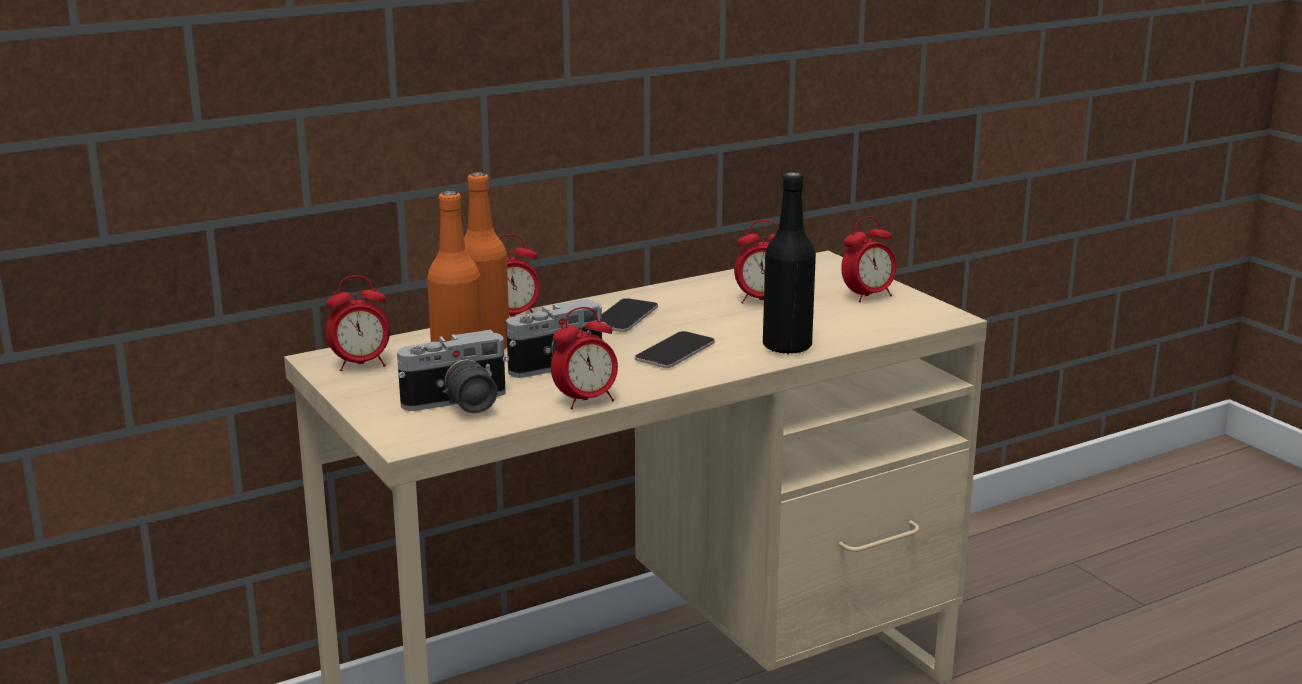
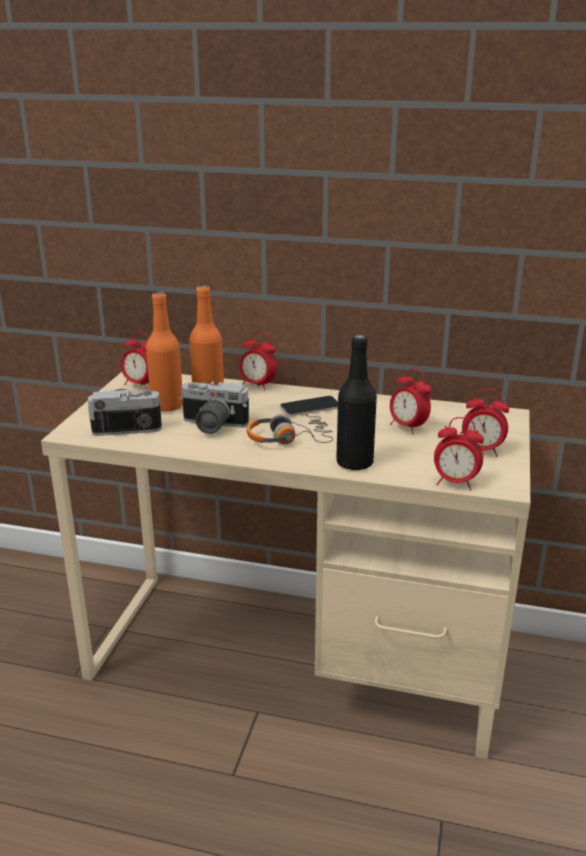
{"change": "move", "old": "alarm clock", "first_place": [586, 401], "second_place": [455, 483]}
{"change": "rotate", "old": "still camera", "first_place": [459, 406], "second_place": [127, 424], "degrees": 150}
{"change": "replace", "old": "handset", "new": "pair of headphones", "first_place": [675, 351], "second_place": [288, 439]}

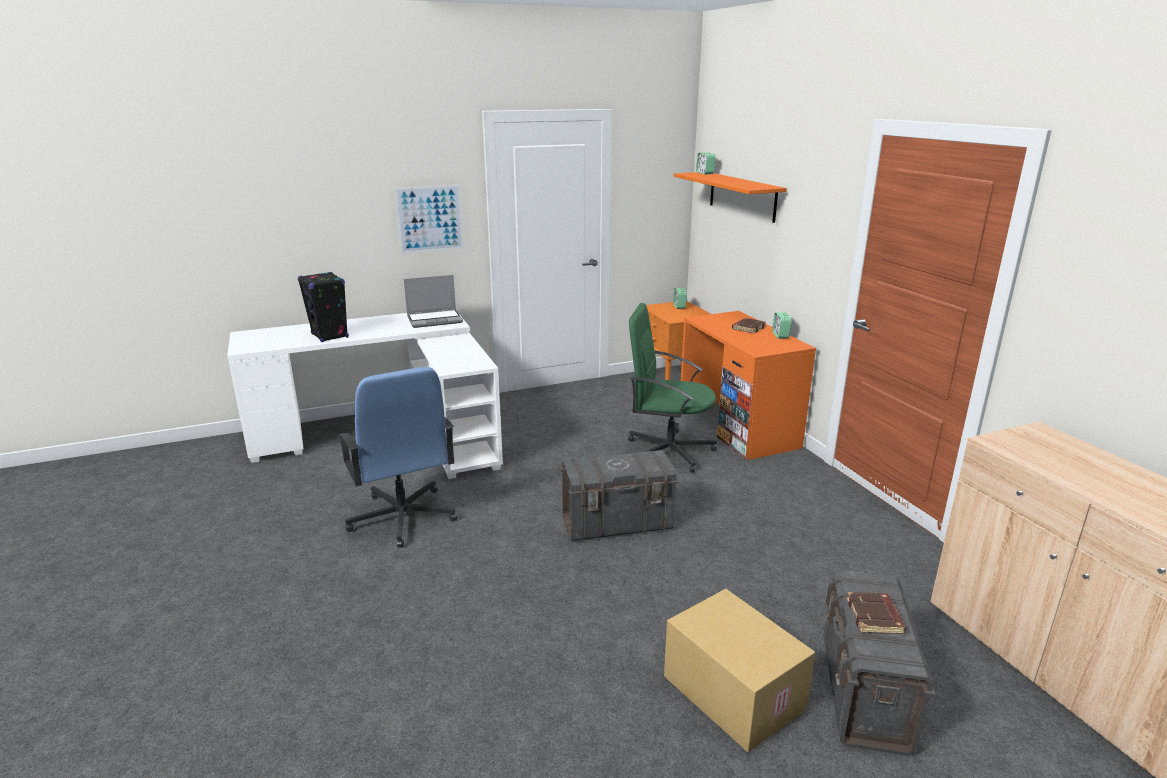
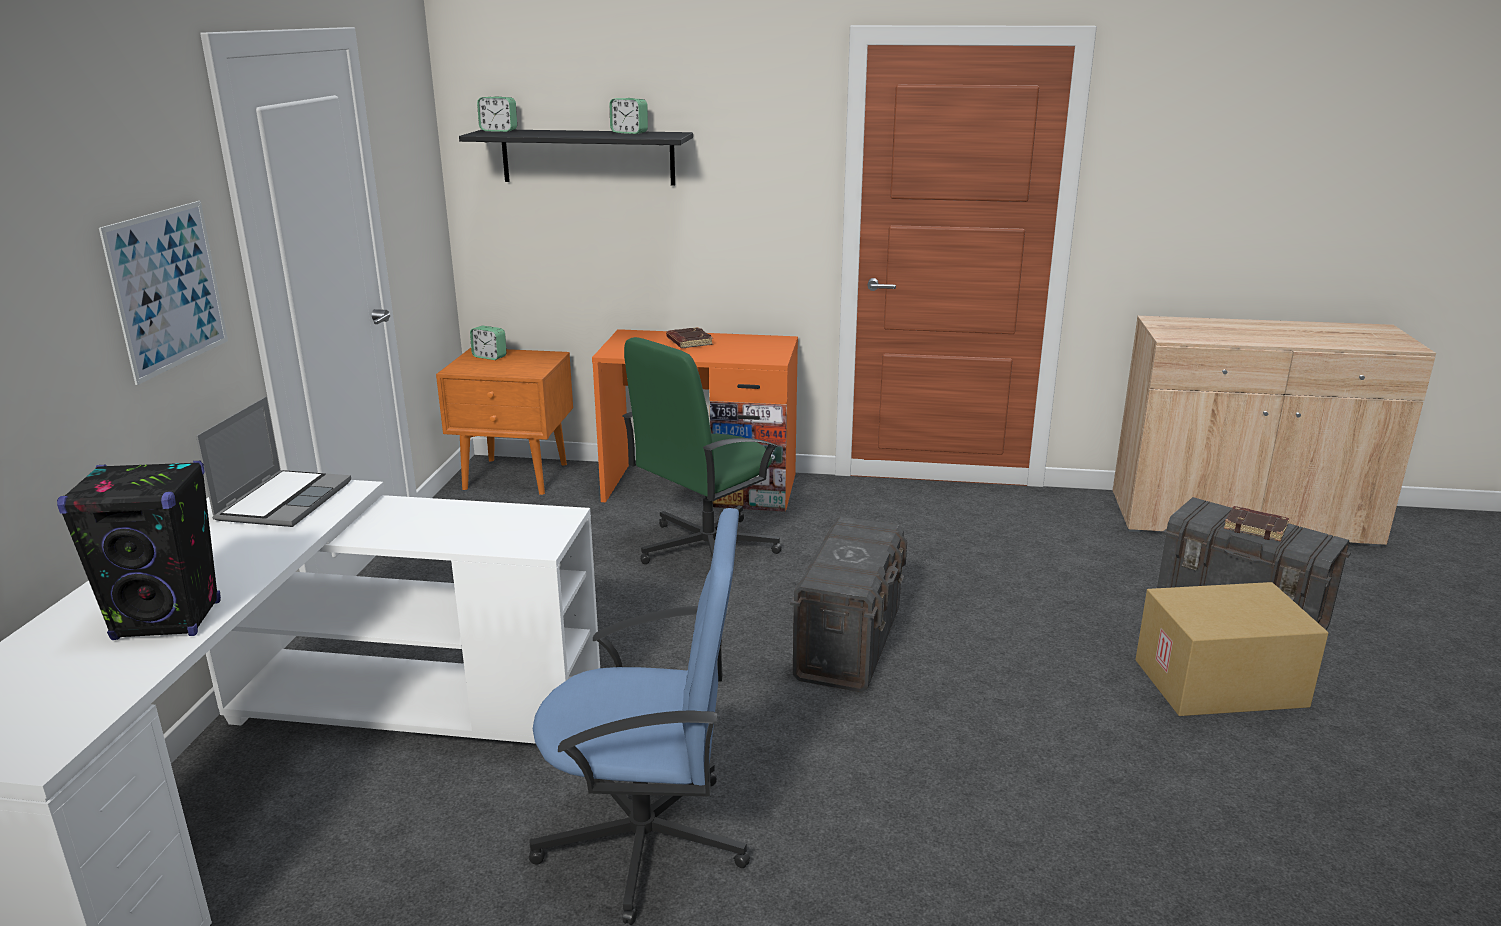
{"change": "recolor", "old": "orangey bracket shelf", "new": "blackish bracket shelf", "first_place": [742, 196], "second_place": [588, 157]}
{"change": "move", "old": "alarm clock", "first_place": [780, 335], "second_place": [629, 132]}

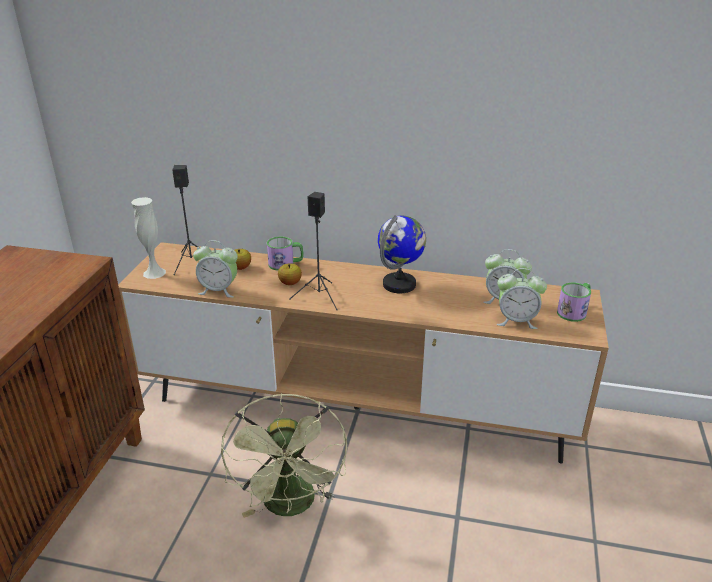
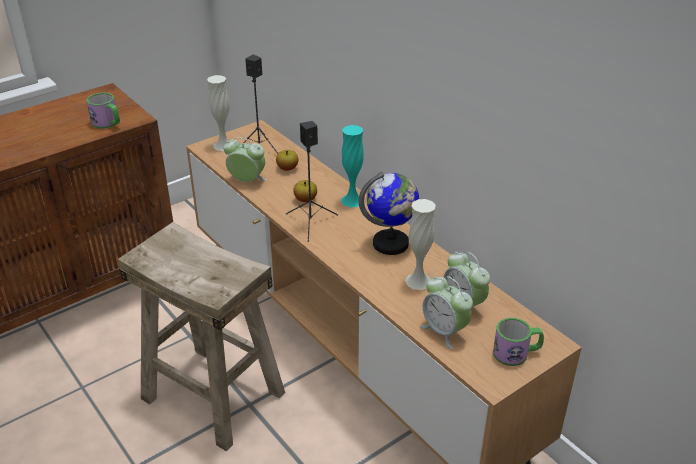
{"change": "move", "old": "mug", "first_place": [286, 264], "second_place": [108, 123]}
{"change": "rotate", "old": "alarm clock", "first_place": [219, 290], "second_place": [247, 181], "degrees": 150}
{"change": "replace", "old": "green electric fan", "new": "beige-coloured sitting stool", "first_place": [291, 506], "second_place": [214, 395]}
{"change": "insert", "new": "blue-green vase", "second_place": [352, 200]}
{"change": "insert", "new": "whitish vase", "second_place": [418, 281]}

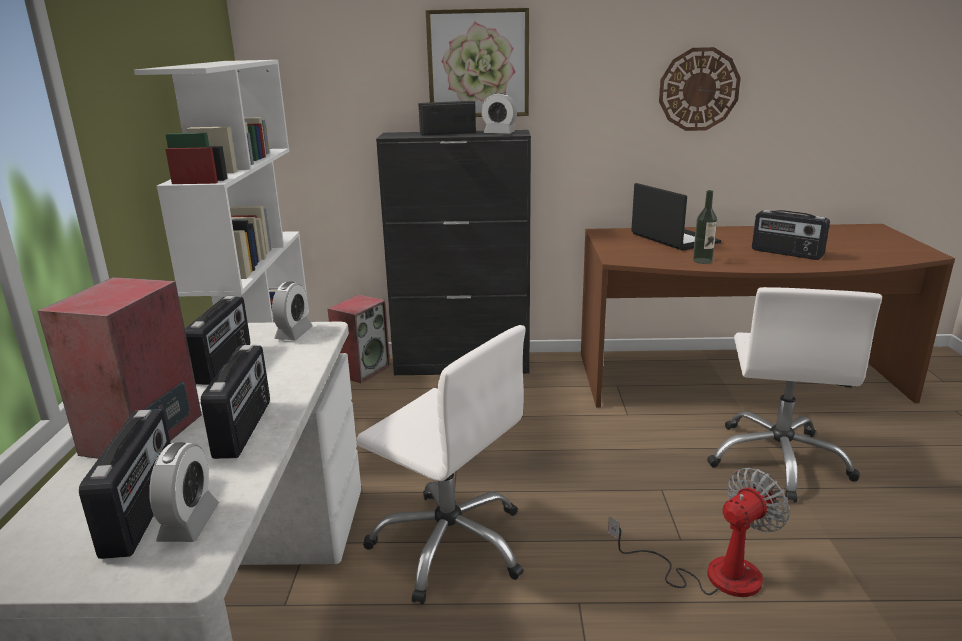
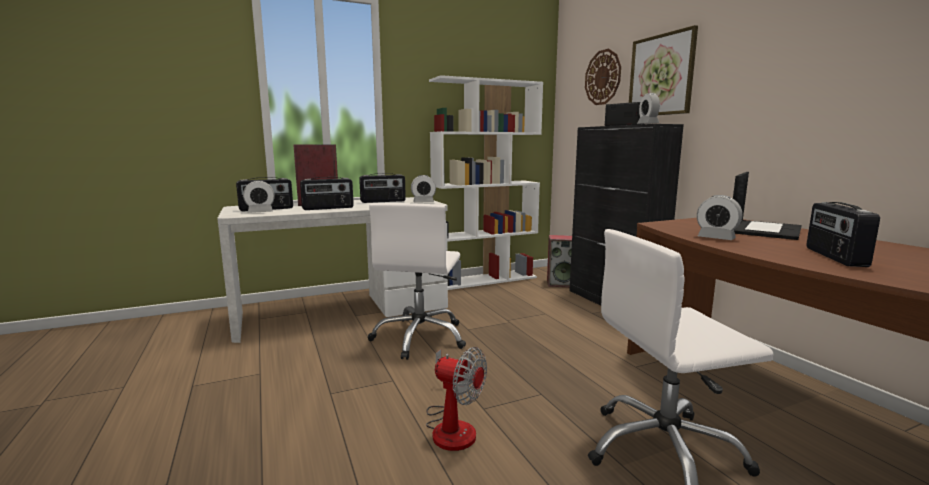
{"change": "move", "old": "wall clock", "first_place": [698, 89], "second_place": [603, 77]}
{"change": "replace", "old": "bottle", "new": "alarm clock", "first_place": [702, 261], "second_place": [716, 238]}

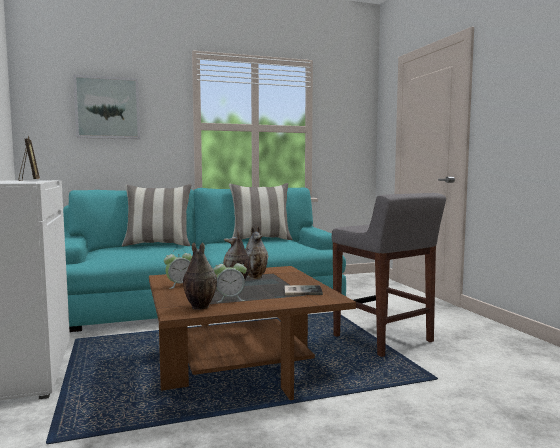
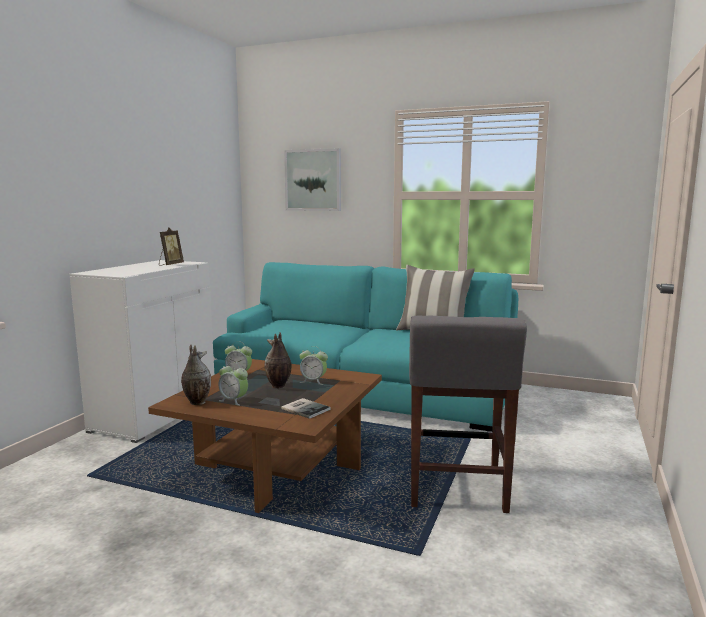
{"change": "delete", "old": "pillow", "first_place": [158, 245]}
{"change": "replace", "old": "vase", "new": "alarm clock", "first_place": [256, 277], "second_place": [313, 381]}

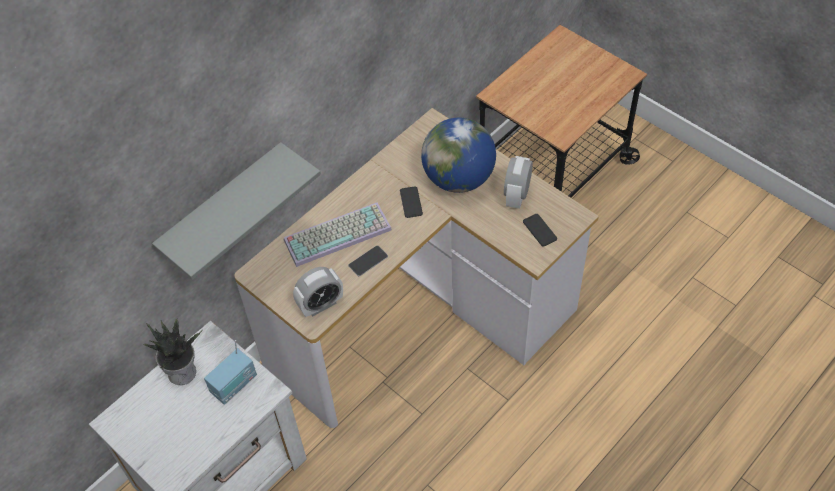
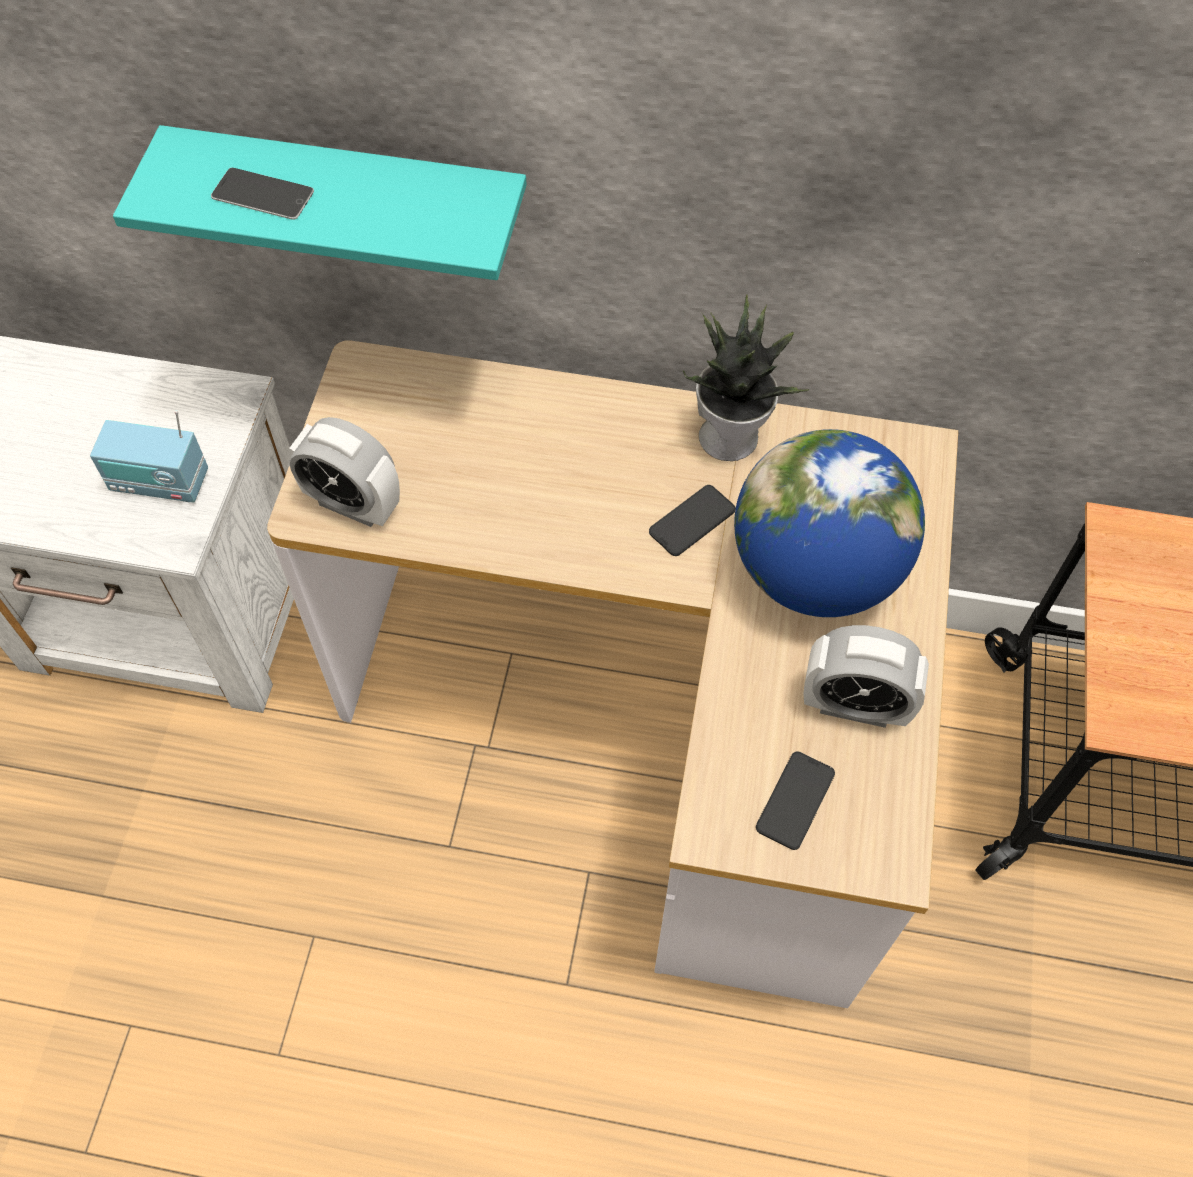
{"change": "recolor", "old": "greyish bracket shelf", "new": "blue-green bracket shelf", "first_place": [224, 210], "second_place": [351, 204]}
{"change": "rotate", "old": "alarm clock", "first_place": [517, 195], "second_place": [854, 705], "degrees": -150}
{"change": "delete", "old": "keyboard", "first_place": [338, 233]}
{"change": "move", "old": "handset", "first_place": [368, 261], "second_place": [262, 194]}
{"change": "move", "old": "potted plant", "first_place": [182, 371], "second_place": [731, 436]}

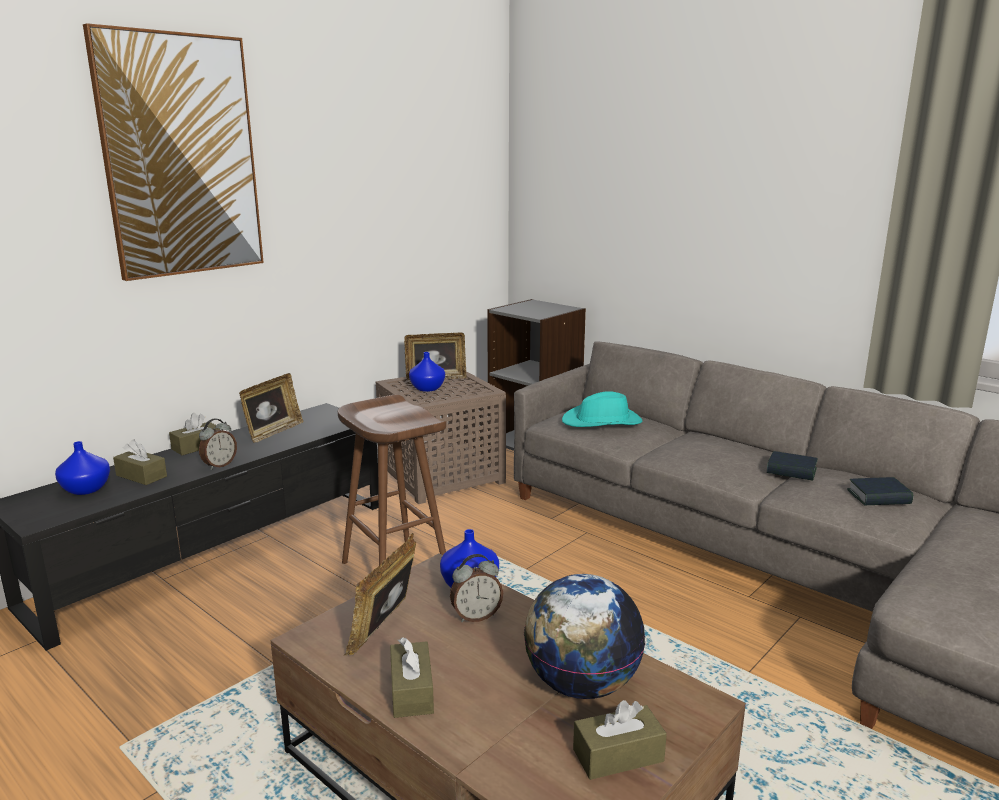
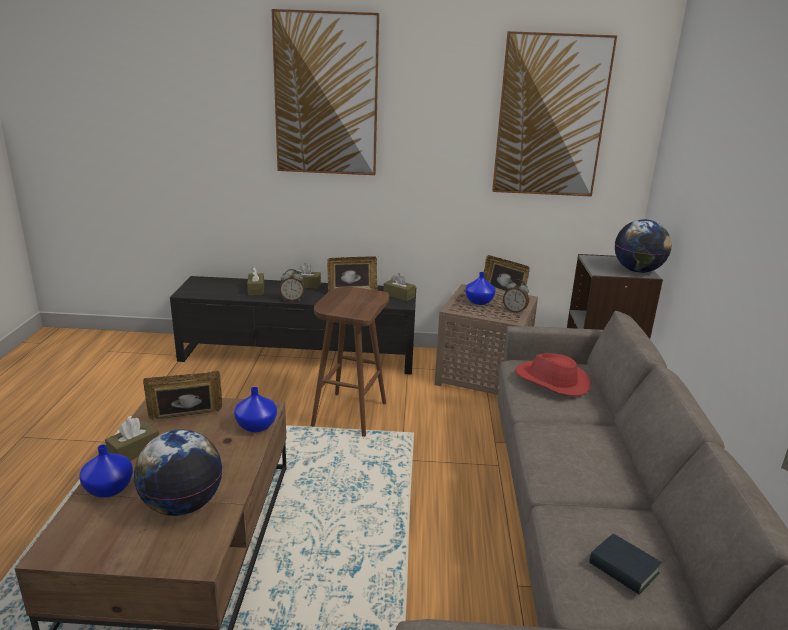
{"change": "recolor", "old": "blue-green clothing hat", "new": "red clothing hat", "first_place": [602, 422], "second_place": [551, 381]}
{"change": "move", "old": "bluish vase", "first_place": [86, 489], "second_place": [110, 488]}
{"change": "delete", "old": "bound book", "first_place": [791, 471]}
{"change": "move", "old": "alarm clock", "first_place": [476, 616], "second_place": [514, 311]}
{"change": "move", "old": "brownish tissue box", "first_place": [618, 755], "second_place": [399, 295]}
{"change": "insert", "new": "picture", "second_place": [550, 116]}
{"change": "insert", "new": "desk globe", "second_place": [638, 271]}

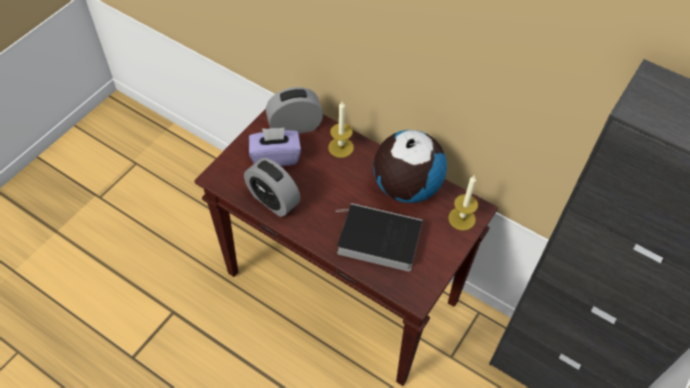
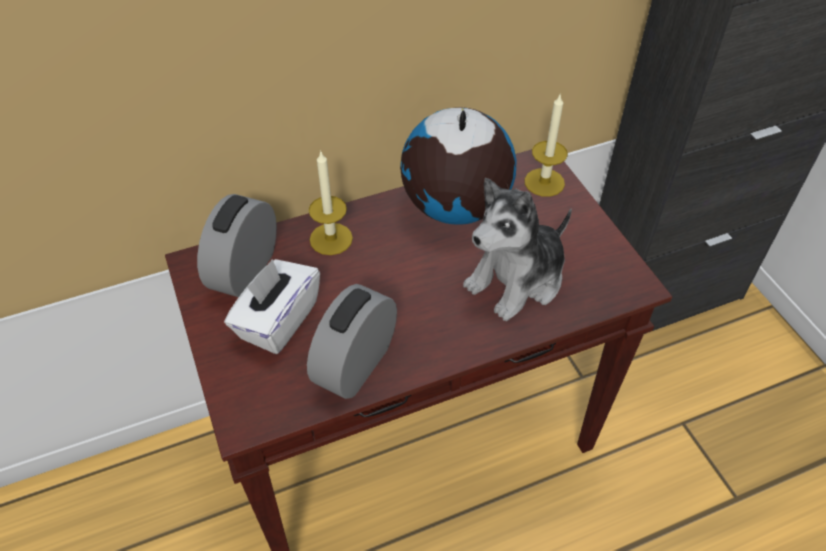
{"change": "recolor", "old": "purplish tissue box", "new": "whitish tissue box", "first_place": [275, 156], "second_place": [277, 321]}
{"change": "rotate", "old": "alarm clock", "first_place": [273, 200], "second_place": [356, 364], "degrees": 135}
{"change": "replace", "old": "bound book", "new": "plush toy", "first_place": [376, 240], "second_place": [517, 280]}

